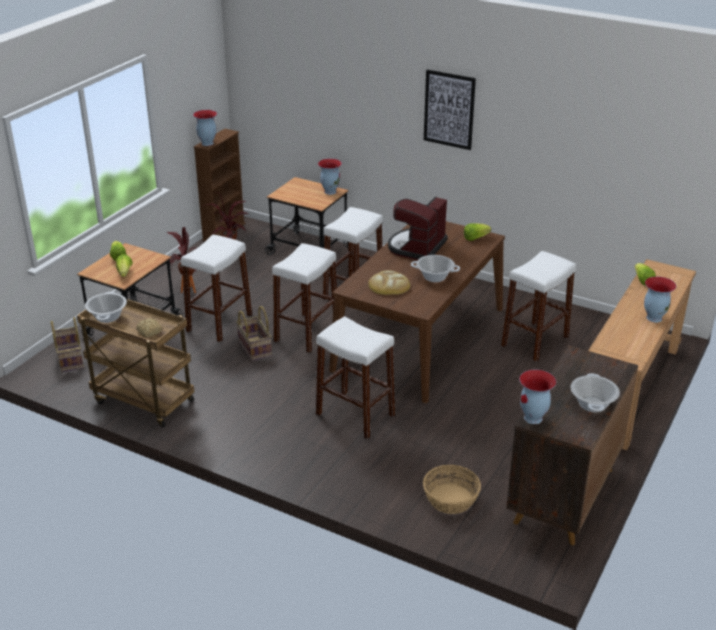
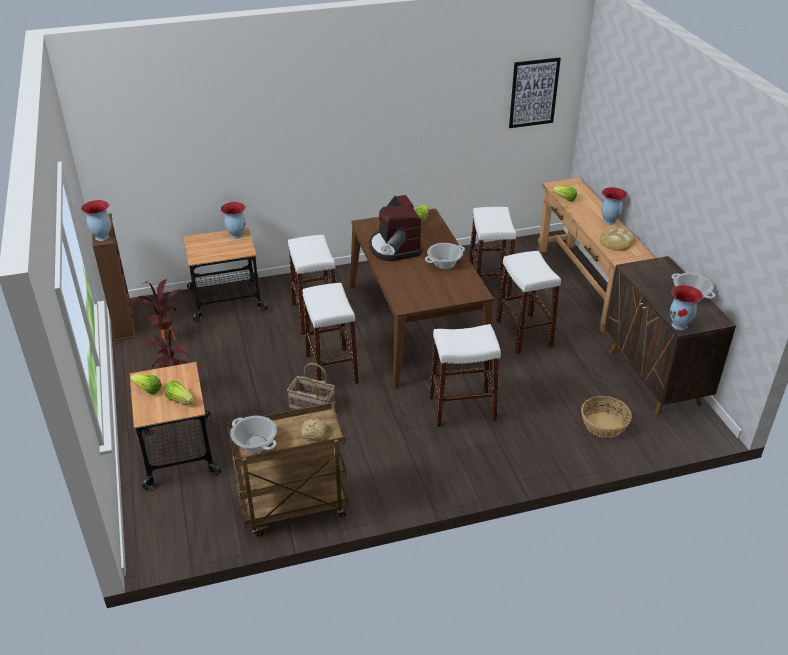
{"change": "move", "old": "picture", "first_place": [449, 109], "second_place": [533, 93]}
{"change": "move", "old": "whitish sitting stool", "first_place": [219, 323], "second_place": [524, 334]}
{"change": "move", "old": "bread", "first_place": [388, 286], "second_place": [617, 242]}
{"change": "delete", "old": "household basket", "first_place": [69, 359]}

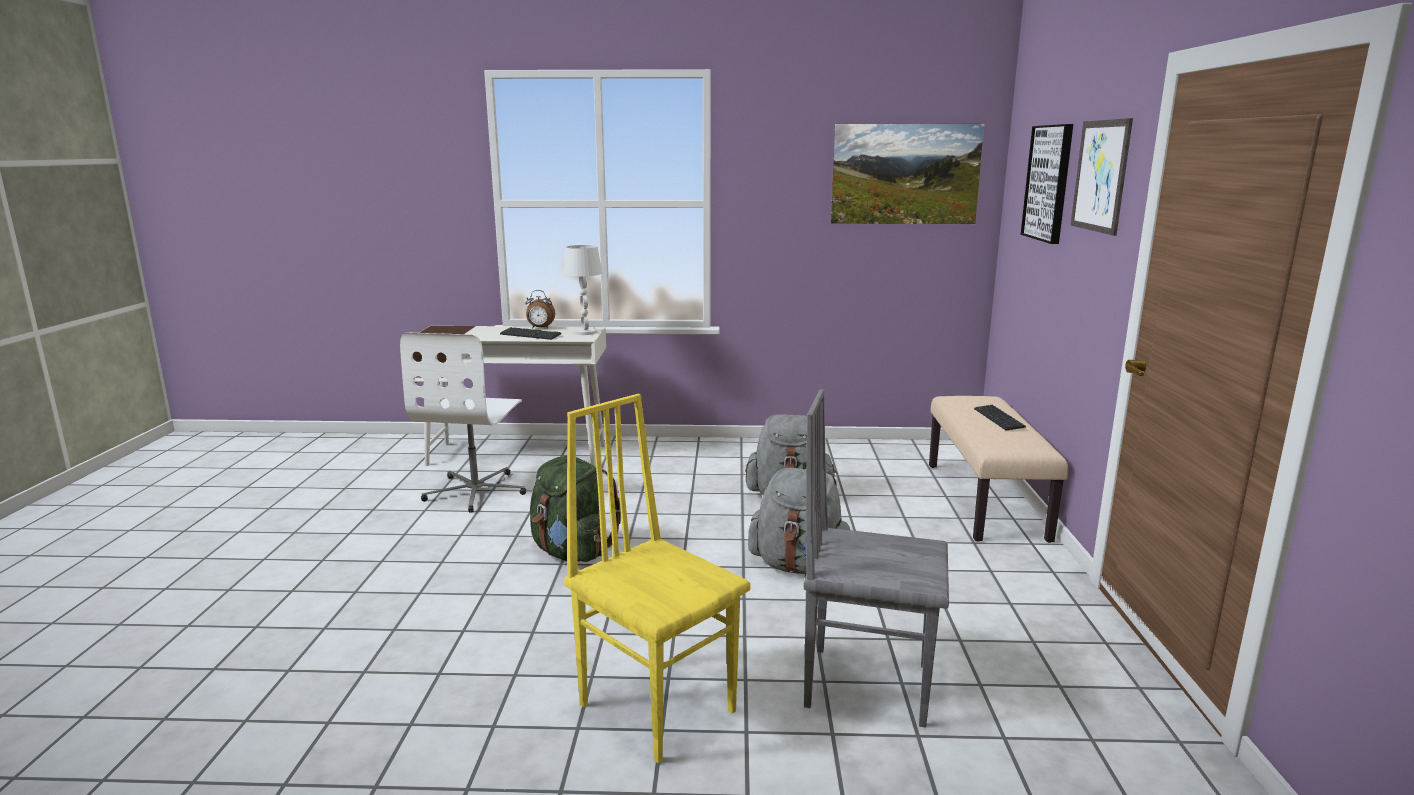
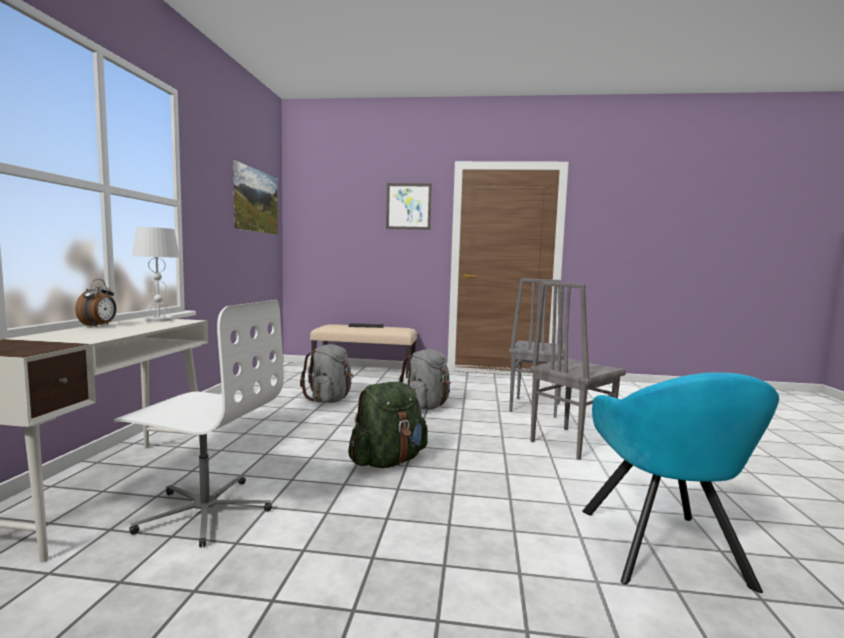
{"change": "delete", "old": "picture", "first_place": [1049, 183]}
{"change": "delete", "old": "keyboard", "first_place": [530, 335]}
{"change": "recolor", "old": "yellow chair", "new": "greyish chair", "first_place": [658, 706], "second_place": [570, 442]}
{"change": "insert", "new": "blue-green lounge chair", "second_place": [664, 551]}

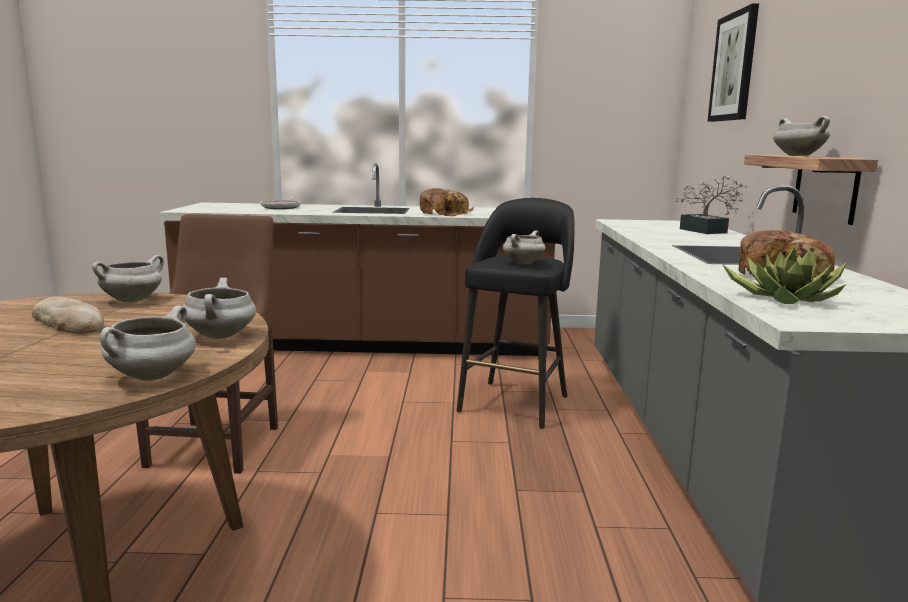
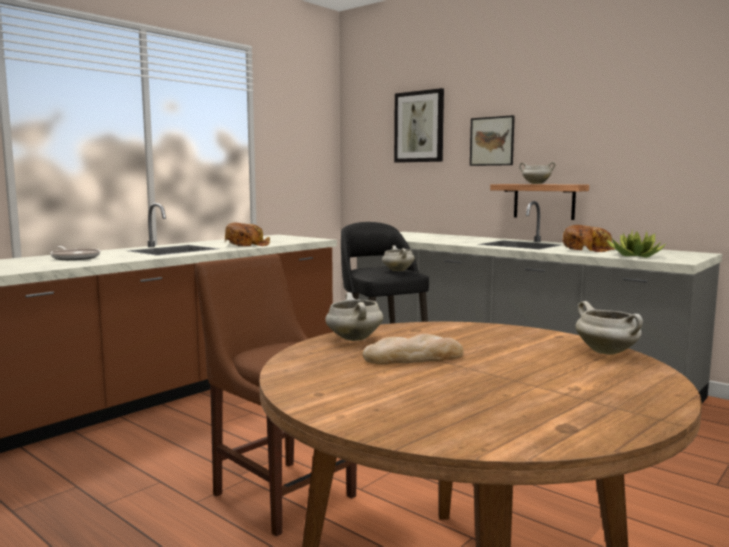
{"change": "delete", "old": "potted plant", "first_place": [706, 231]}
{"change": "delete", "old": "whitish saucepot", "first_place": [221, 336]}
{"change": "insert", "new": "picture", "second_place": [492, 141]}

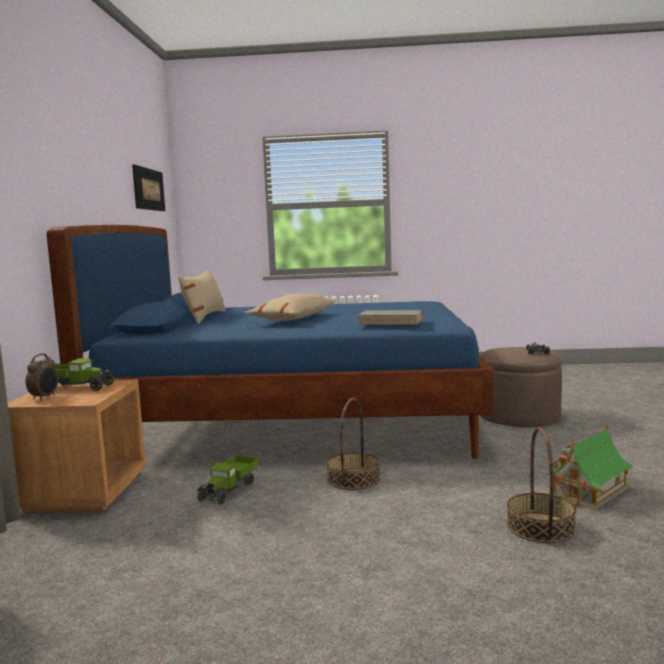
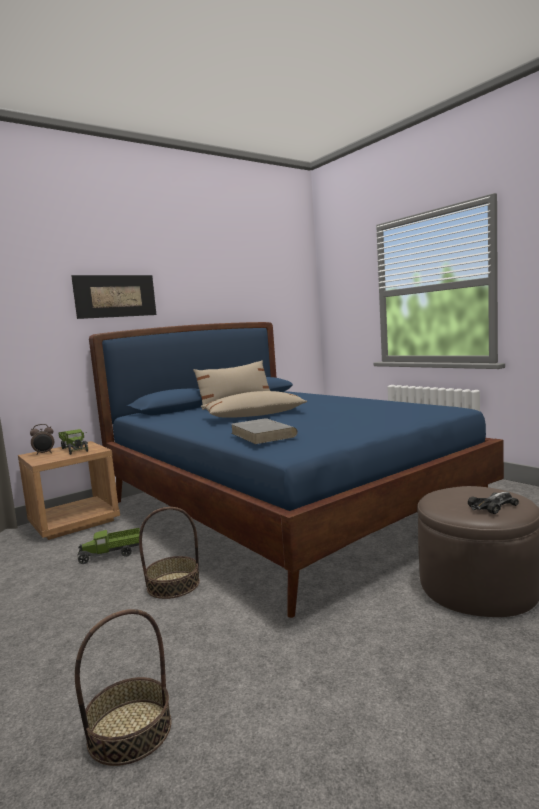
{"change": "move", "old": "picture", "first_place": [148, 189], "second_place": [115, 296]}
{"change": "delete", "old": "model house", "first_place": [589, 492]}

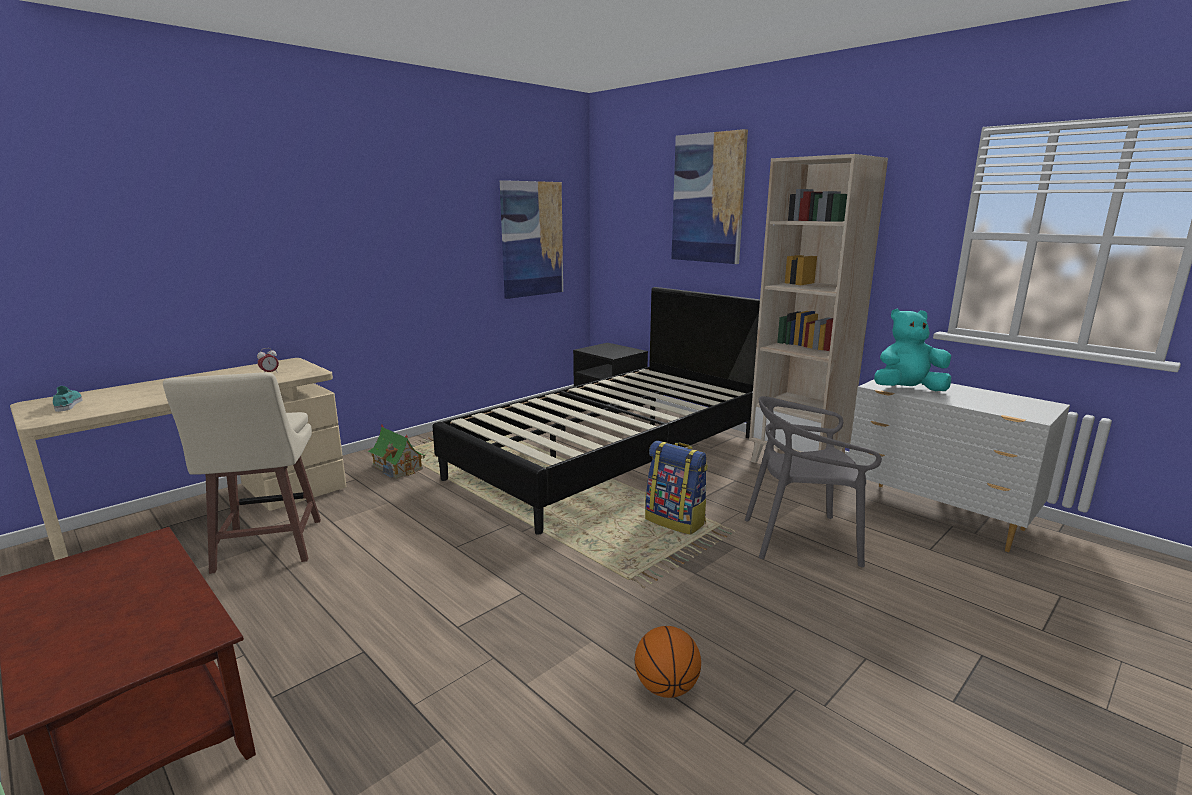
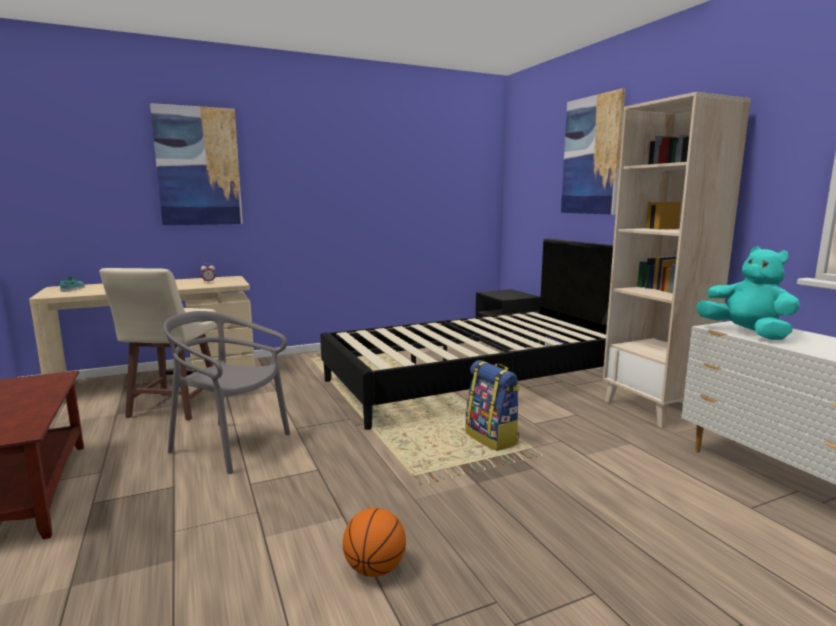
{"change": "move", "old": "picture", "first_place": [531, 239], "second_place": [198, 166]}
{"change": "rotate", "old": "blue-green plush toy", "first_place": [907, 390], "second_place": [746, 333], "degrees": 45}
{"change": "move", "old": "greyish chair", "first_place": [801, 539], "second_place": [229, 445]}
{"change": "delete", "old": "model house", "first_place": [398, 467]}

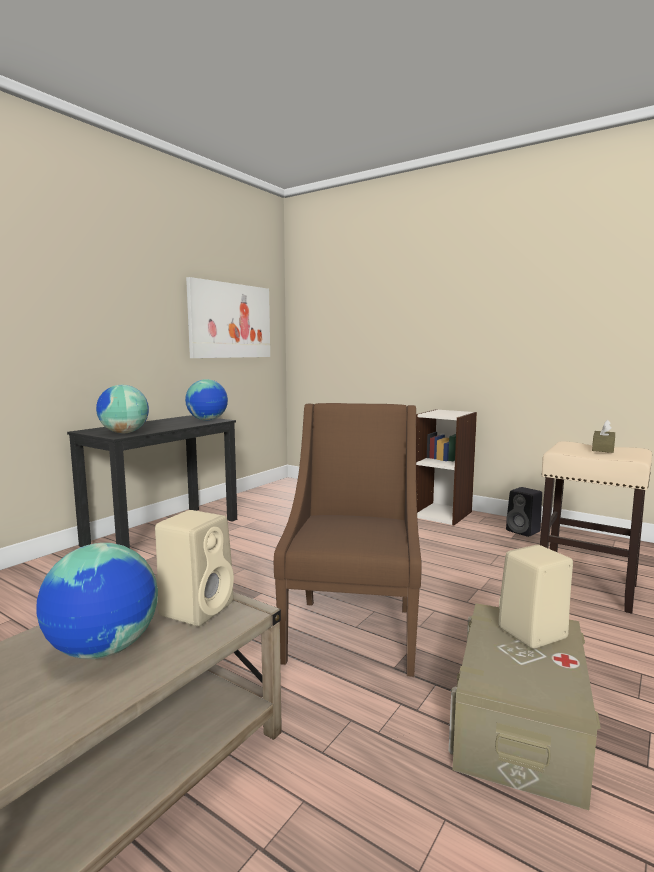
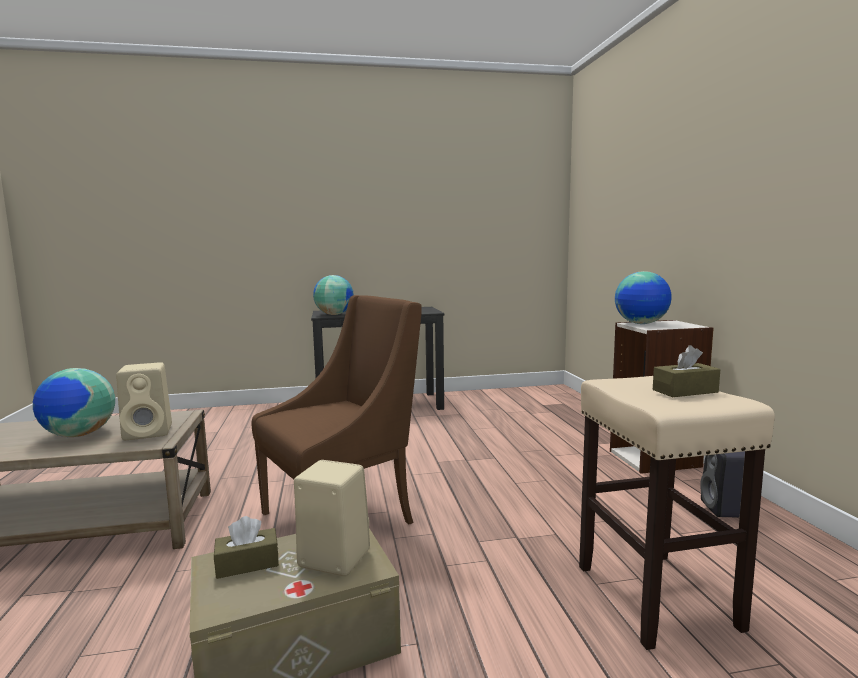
{"change": "delete", "old": "picture", "first_place": [230, 321]}
{"change": "move", "old": "desk globe", "first_place": [207, 420], "second_place": [641, 324]}
{"change": "insert", "new": "brownish tissue box", "second_place": [247, 564]}

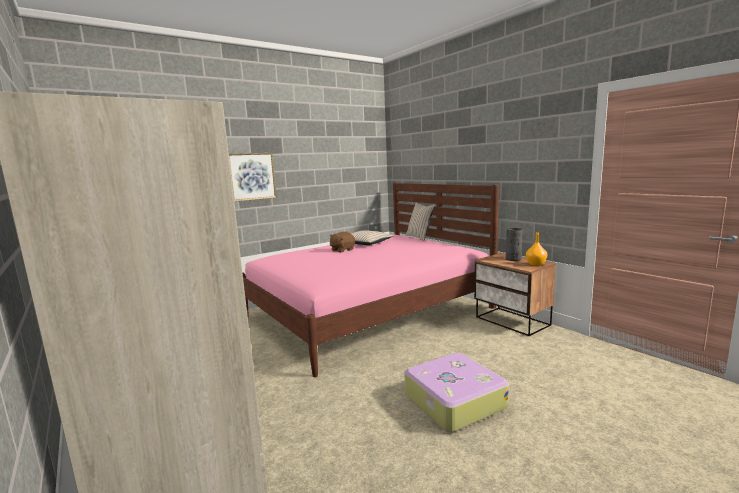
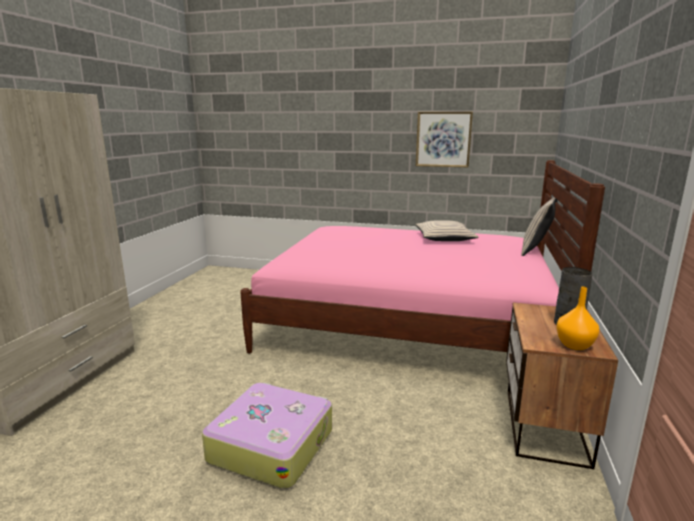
{"change": "move", "old": "picture", "first_place": [252, 176], "second_place": [443, 139]}
{"change": "delete", "old": "brownish plush toy", "first_place": [342, 250]}

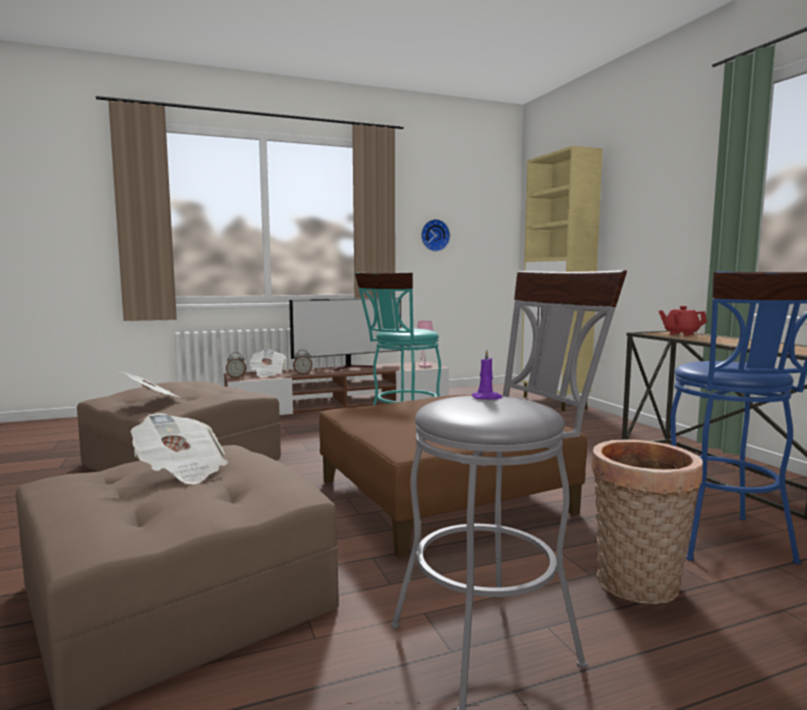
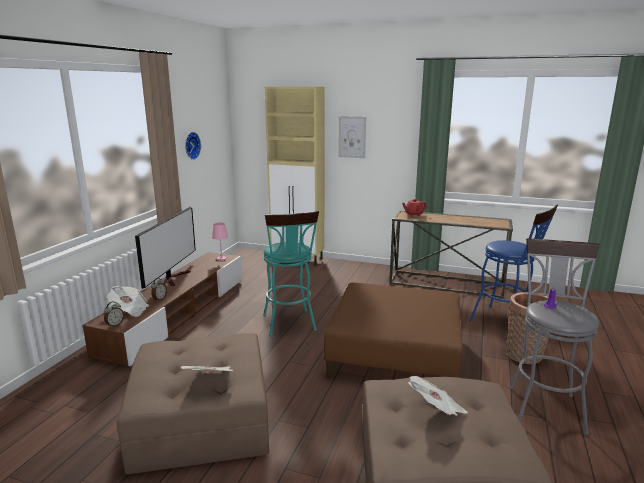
{"change": "insert", "new": "picture", "second_place": [352, 137]}

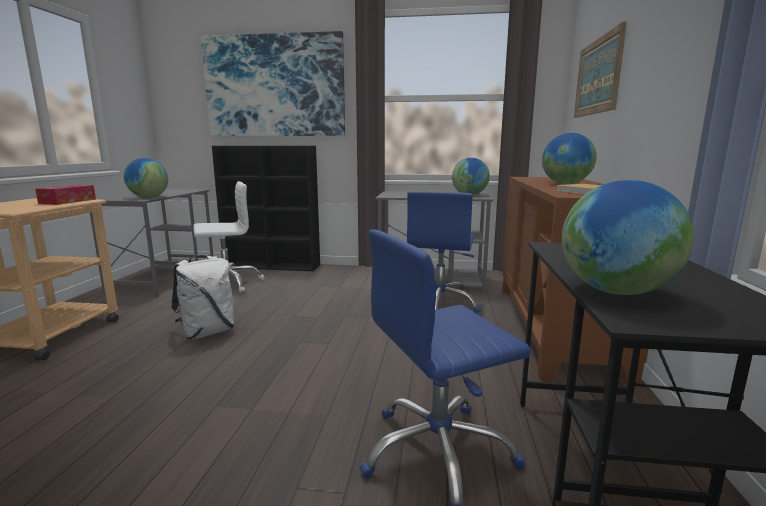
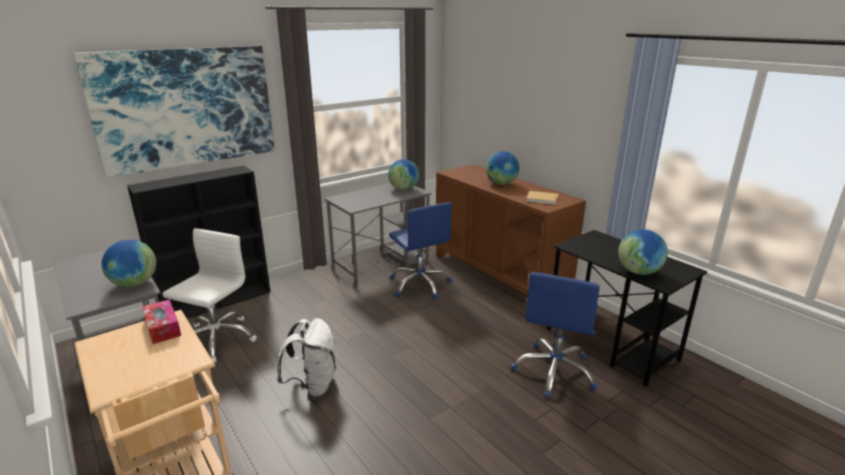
{"change": "delete", "old": "picture", "first_place": [597, 76]}

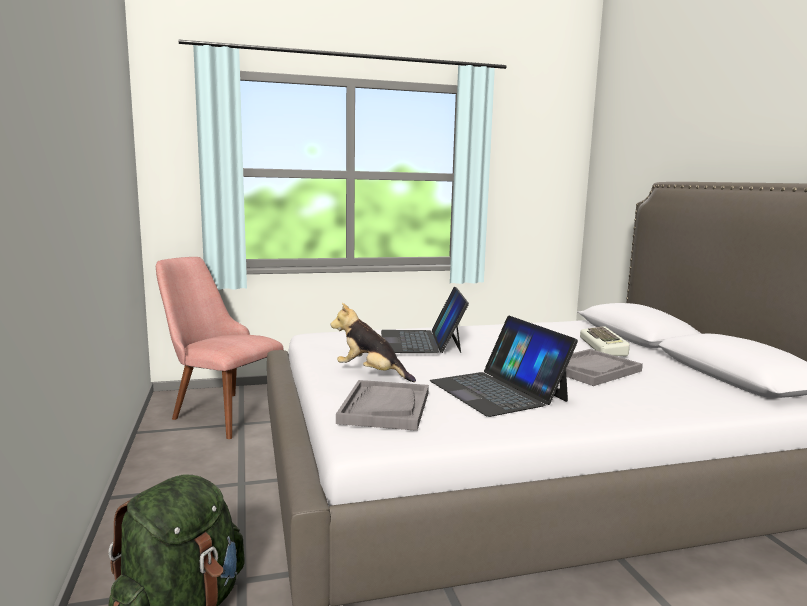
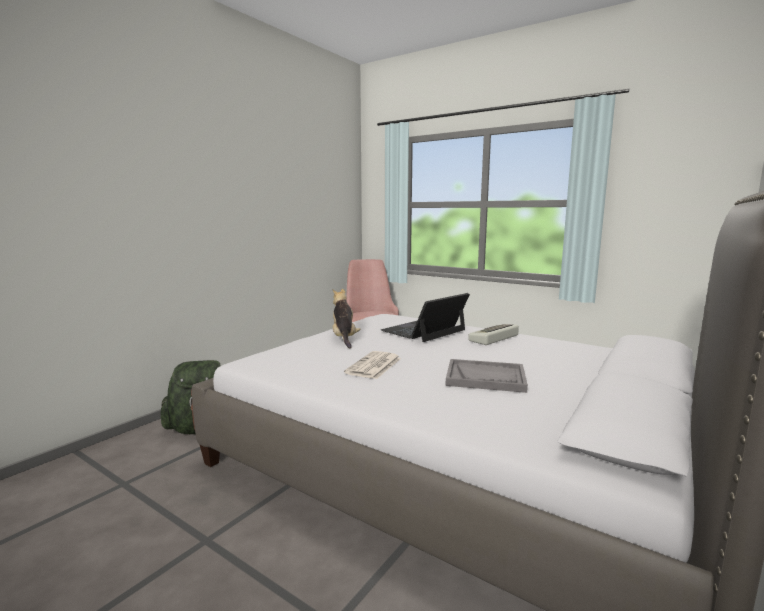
{"change": "replace", "old": "laptop", "new": "daily paper", "first_place": [498, 390], "second_place": [374, 366]}
{"change": "move", "old": "keyboard", "first_place": [605, 347], "second_place": [494, 338]}
{"change": "delete", "old": "greyish serving tray", "first_place": [385, 407]}

